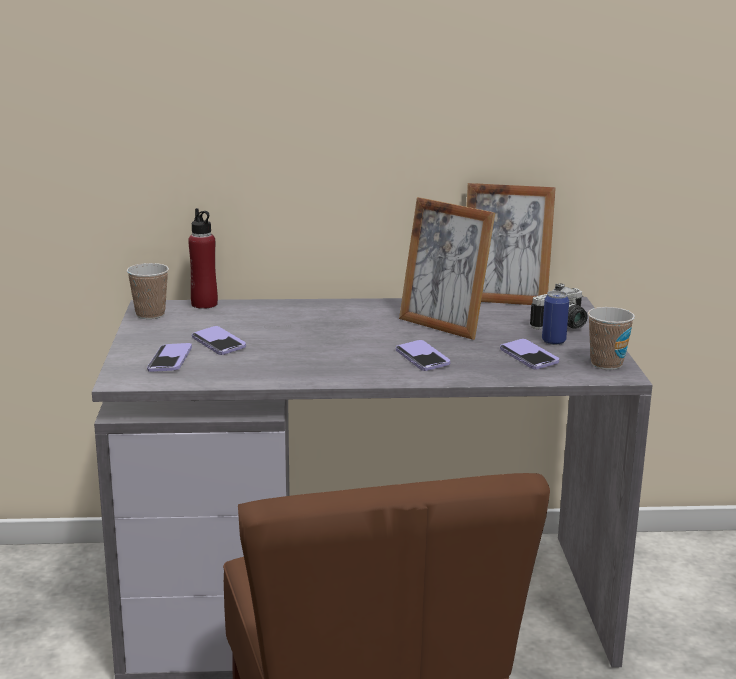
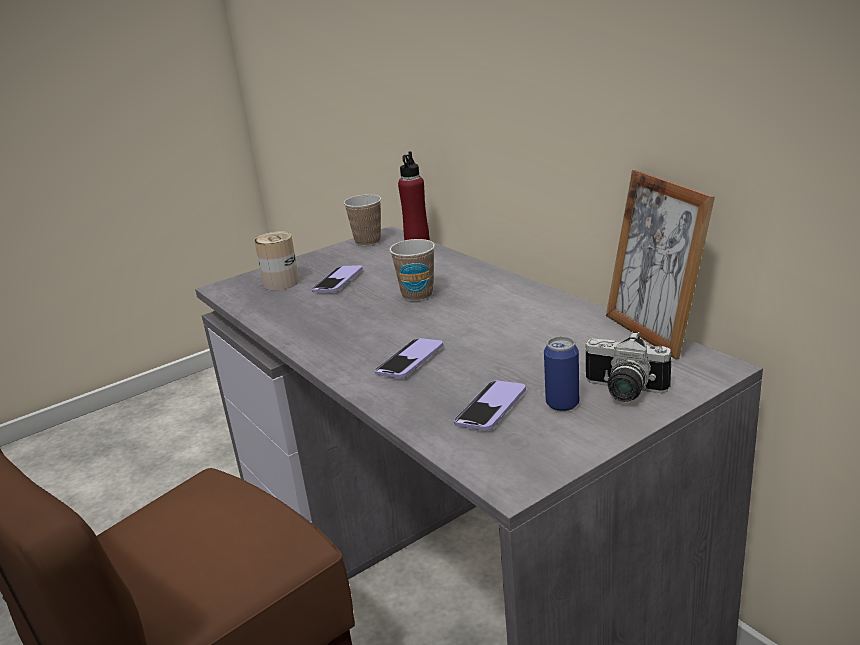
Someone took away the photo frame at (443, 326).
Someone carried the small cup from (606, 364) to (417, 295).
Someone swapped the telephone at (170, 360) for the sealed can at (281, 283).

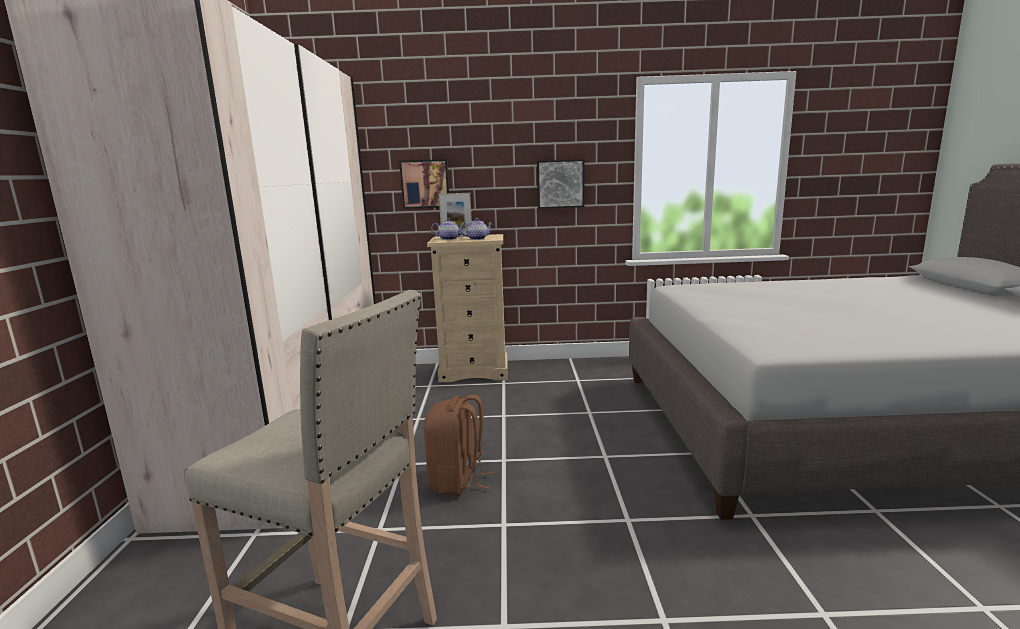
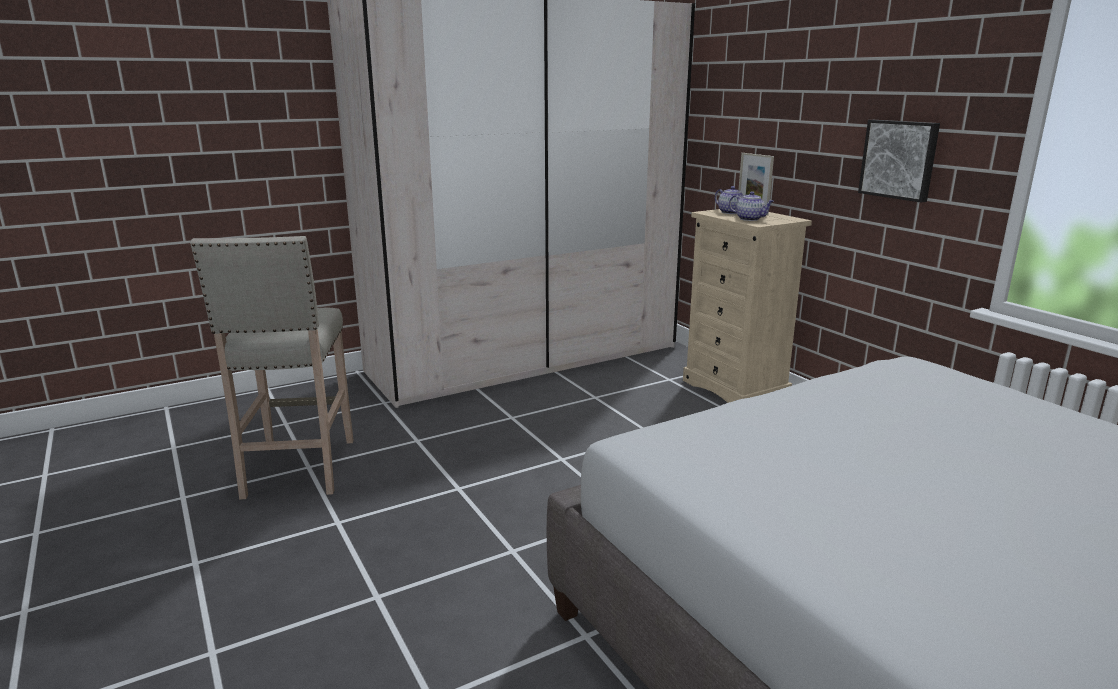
Someone took away the wall art at (425, 184).
Someone took away the brown knapsack at (458, 481).

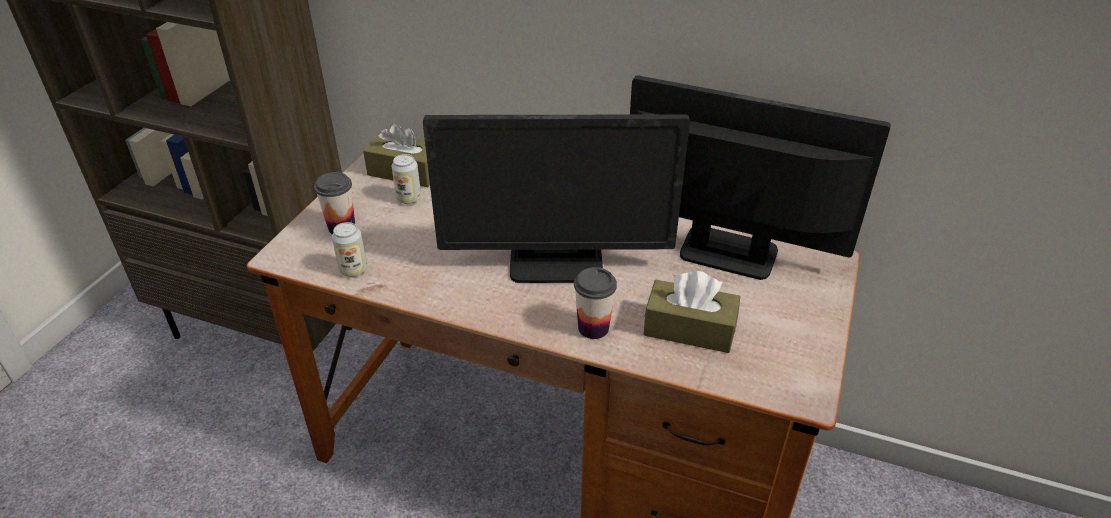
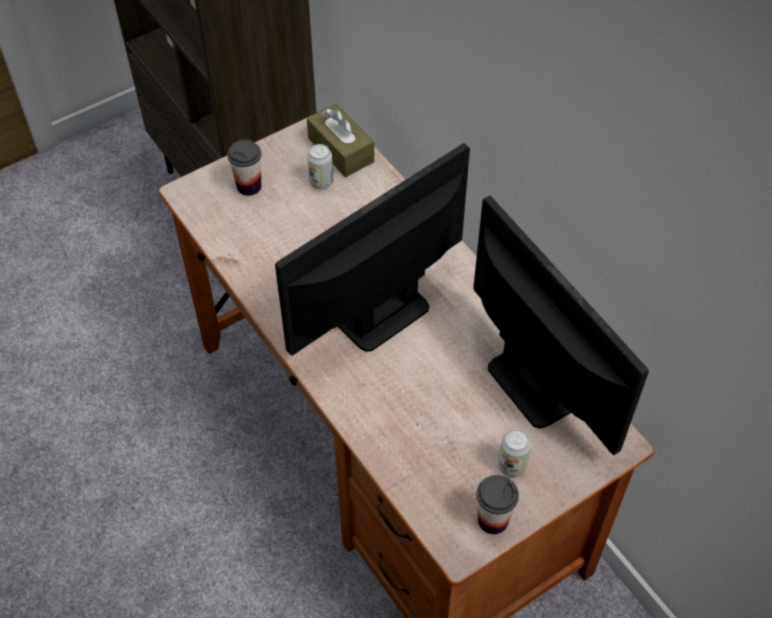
Someone rotated the monitor at (556, 263) by 105 degrees clockwise.
Someone carried the sealed can from (353, 270) to (512, 465).
Someone carried the small cup from (593, 328) to (493, 520).
Someone took away the brown tissue holder at (689, 329).

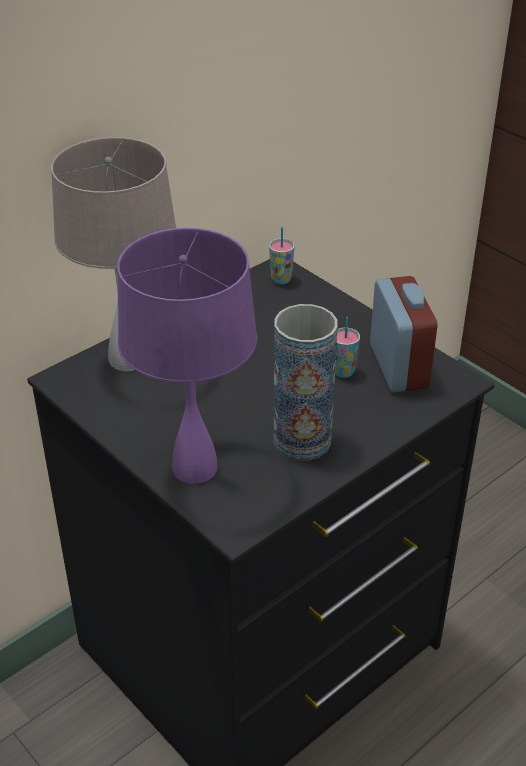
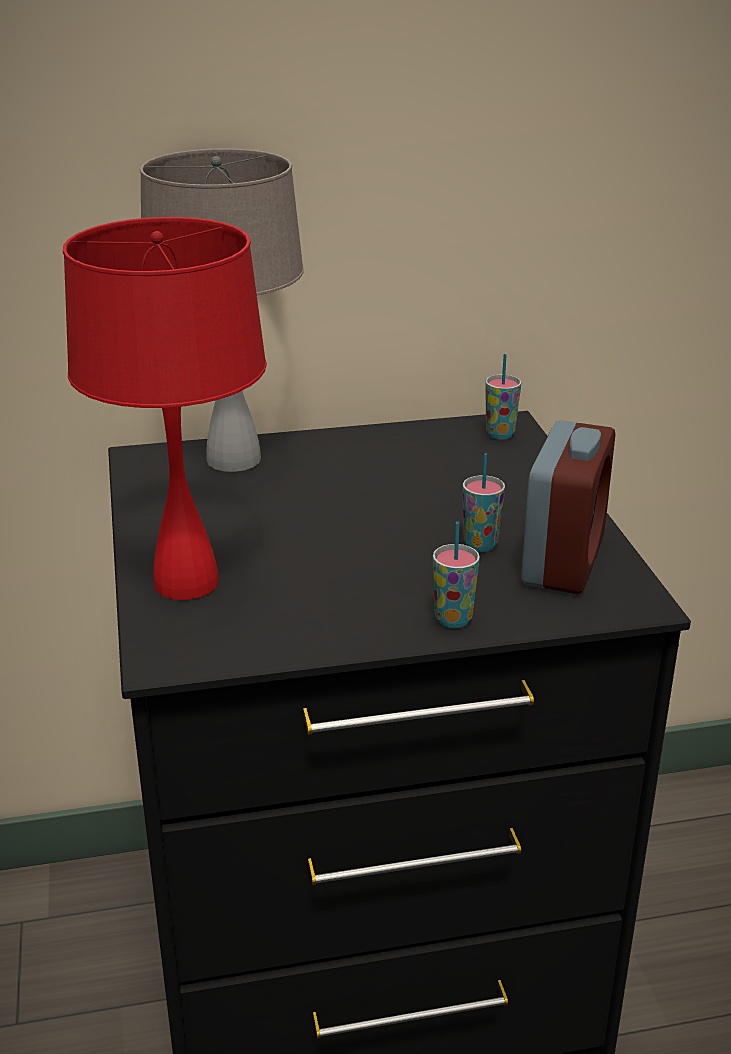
Someone repainted the purplish lamp for a table at (195, 467), which became the reddish lamp for a table at (188, 582).
Someone took away the vase at (302, 440).
Someone put down the small cup at (453, 619).

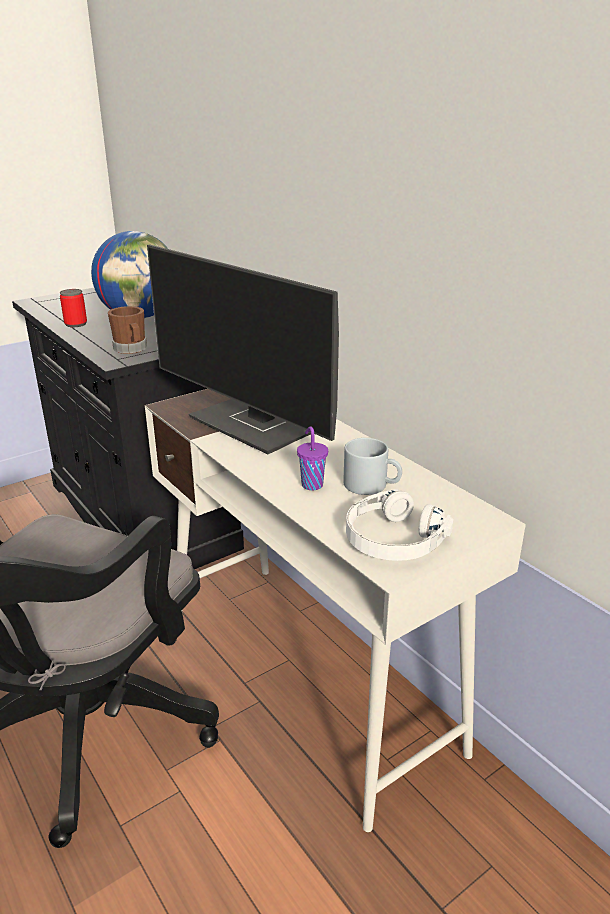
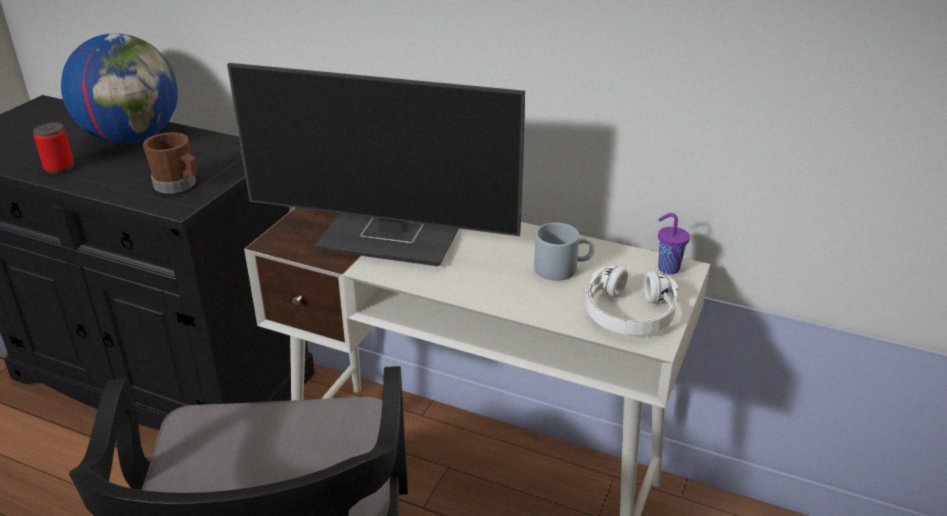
Someone carried the purplish small cup from (311, 484) to (667, 268).

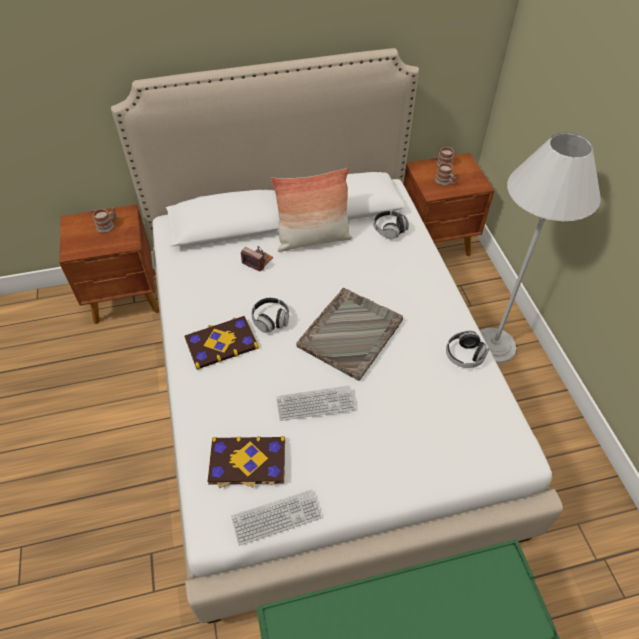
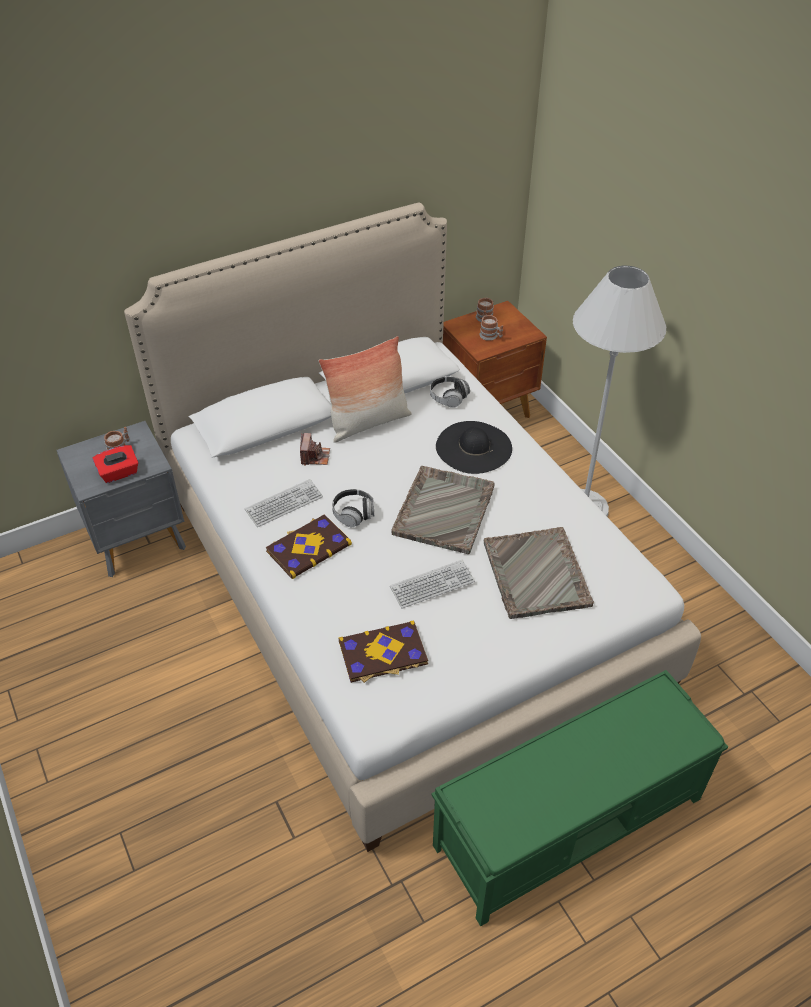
Someone repainted the brown bedside table at (127, 298), which became the grey bedside table at (139, 540).
Someone rotated the photo camera at (257, 261) by 75 degrees clockwise.
Someone took away the pair of headphones at (464, 355).
Someone carried the keyboard from (276, 517) to (284, 504).
Someone put down the black-coloured hat at (473, 447).
Someone put down the reddish tissue holder at (119, 473).
Someone put down the grey carrying tray at (536, 575).

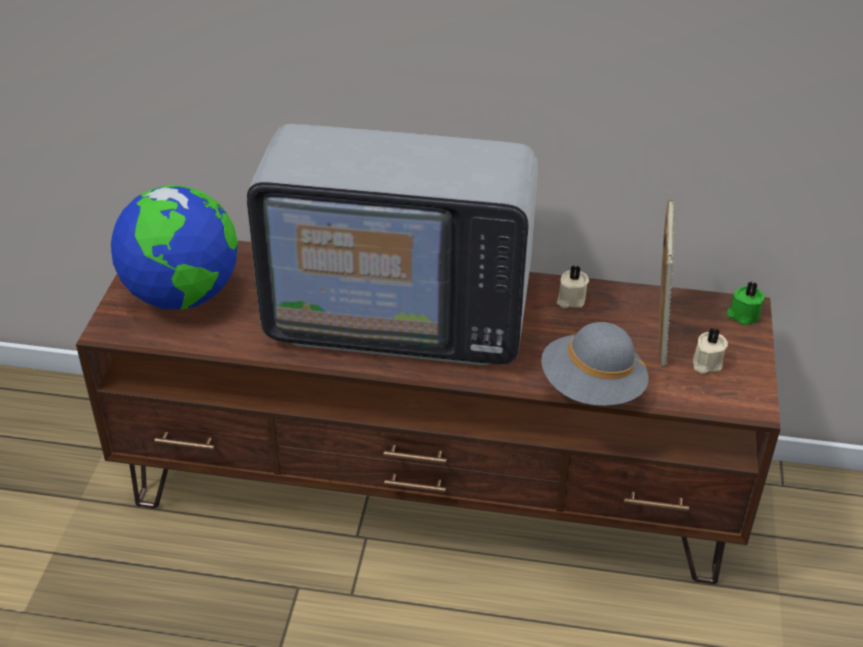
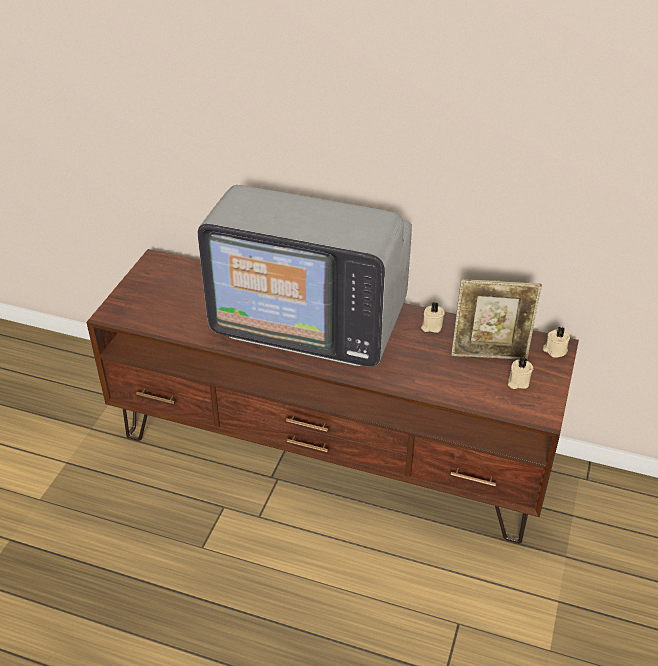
Someone took away the desk globe at (183, 296).
Someone rotated the photo frame at (658, 330) by 75 degrees clockwise.
Someone repainted the green-coloured candle at (743, 315), which became the beige candle at (554, 350).
Someone took away the grey hat at (592, 388).

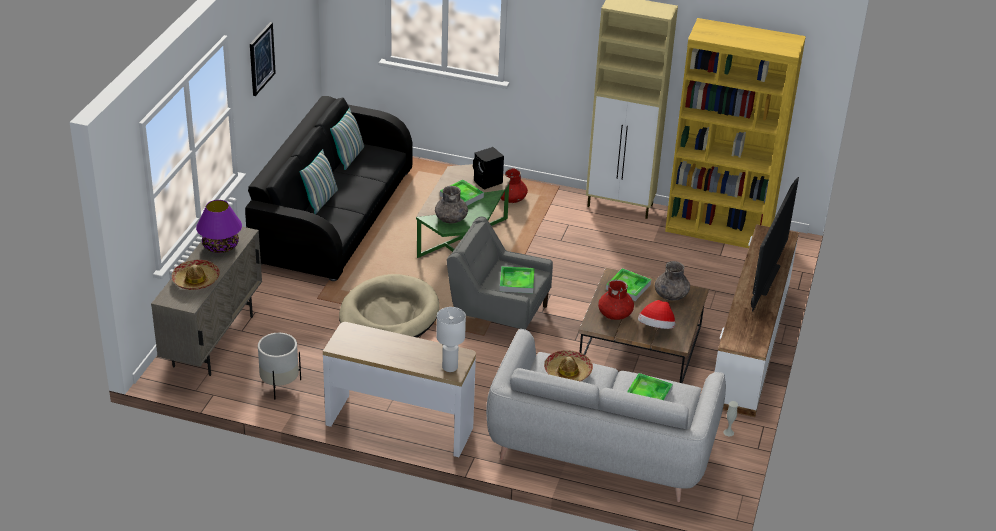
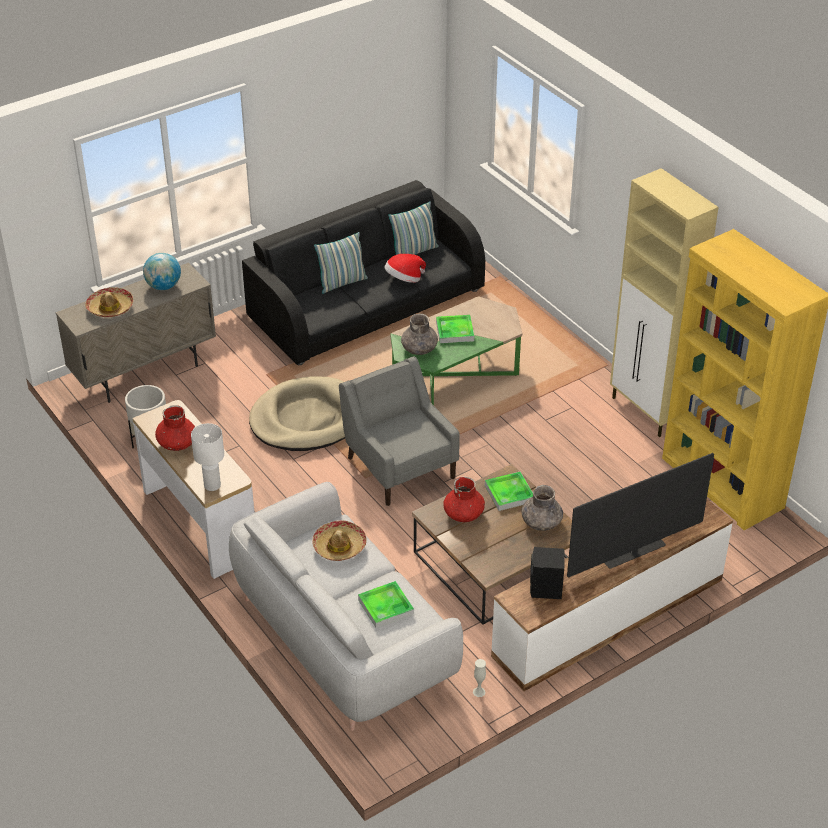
Someone took away the wall art at (261, 58).
Someone carried the black-coloured loudspeaker from (488, 182) to (546, 589).
Someone carried the reddish vase from (511, 199) to (177, 443).
Someone swapped the purplish lamp for a table at (220, 246) for the desk globe at (163, 286).
Someone took away the carrying tray at (516, 282).
Someone carried the hat from (656, 328) to (404, 279).

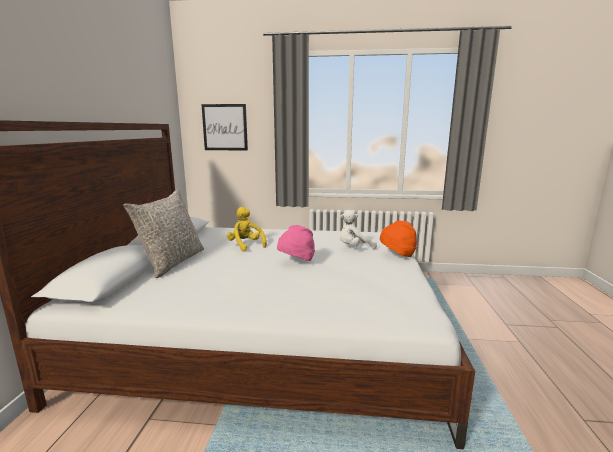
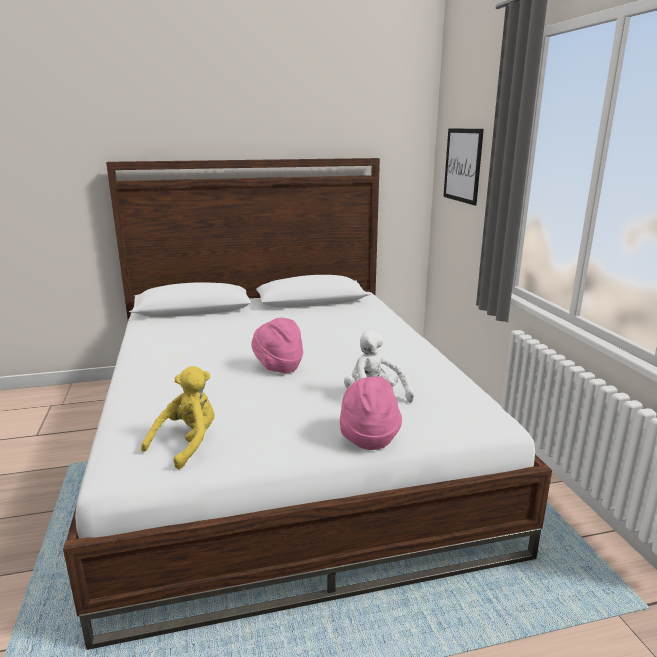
Someone took away the grey cushion at (172, 262).
Someone carried the yellow-coloured plush toy from (246, 245) to (187, 444).
Someone repainted the orange-coloured hat at (397, 254), which became the pink-coloured hat at (368, 436).

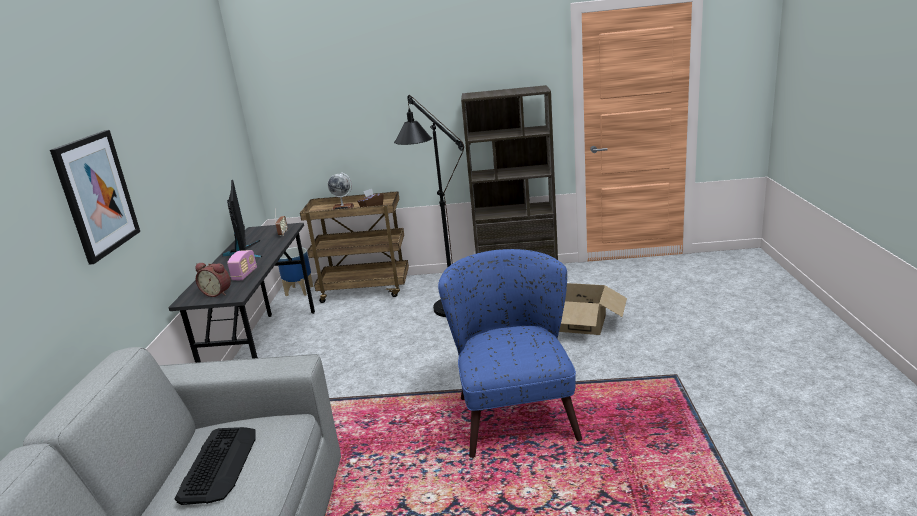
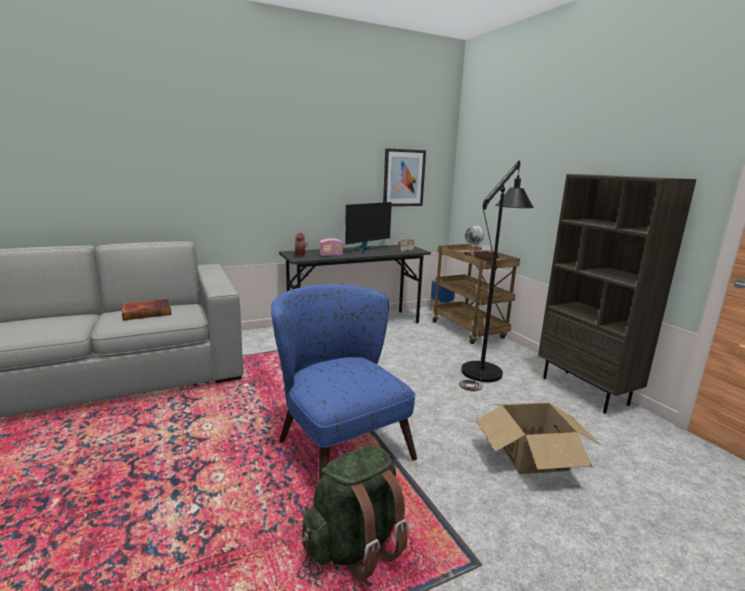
Someone carried the wall art from (96, 195) to (403, 178).
Someone rotated the blue-coloured armchair at (514, 409) by 90 degrees counterclockwise.
Someone swapped the keyboard at (219, 464) for the bound book at (147, 311).
Someone put down the green-coloured knapsack at (356, 545).

